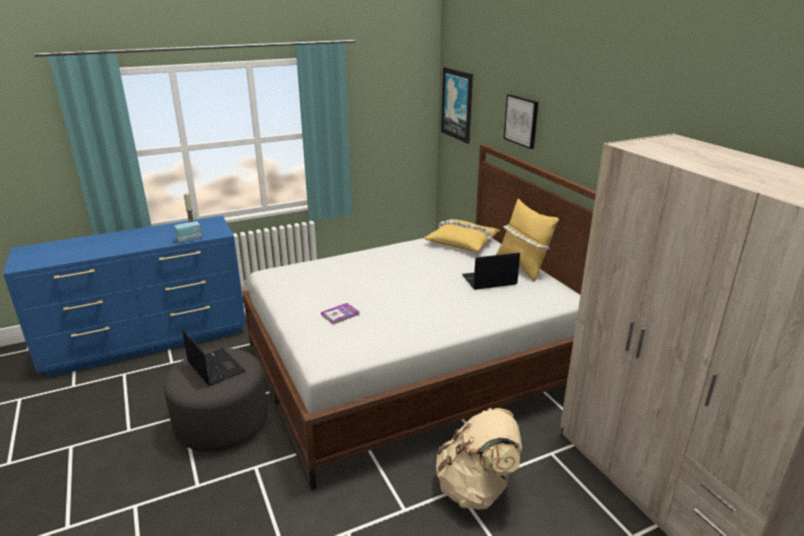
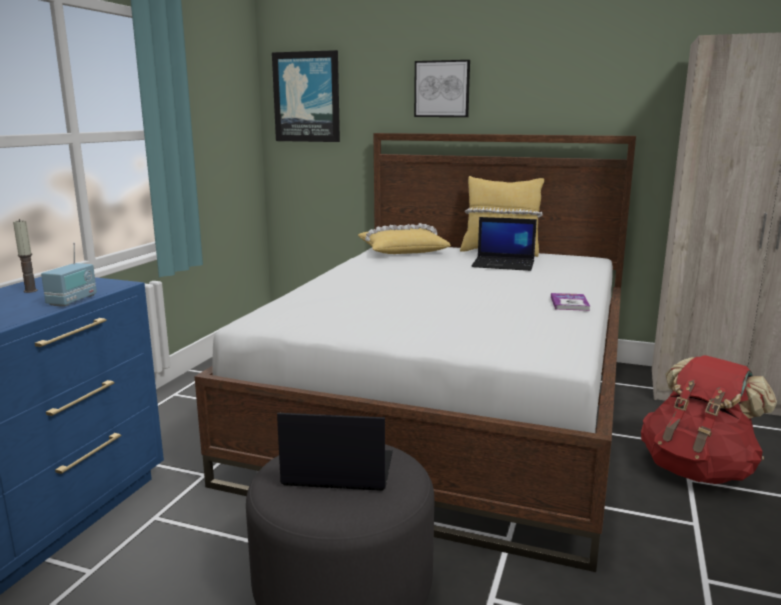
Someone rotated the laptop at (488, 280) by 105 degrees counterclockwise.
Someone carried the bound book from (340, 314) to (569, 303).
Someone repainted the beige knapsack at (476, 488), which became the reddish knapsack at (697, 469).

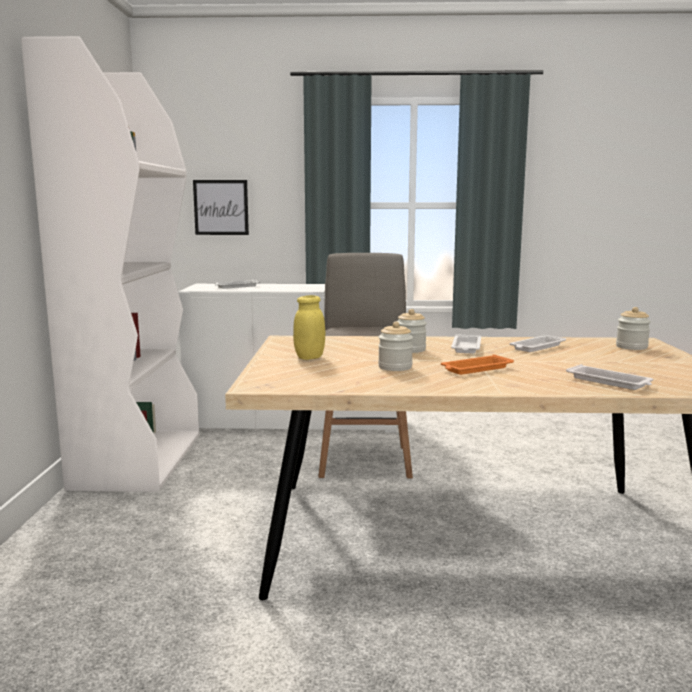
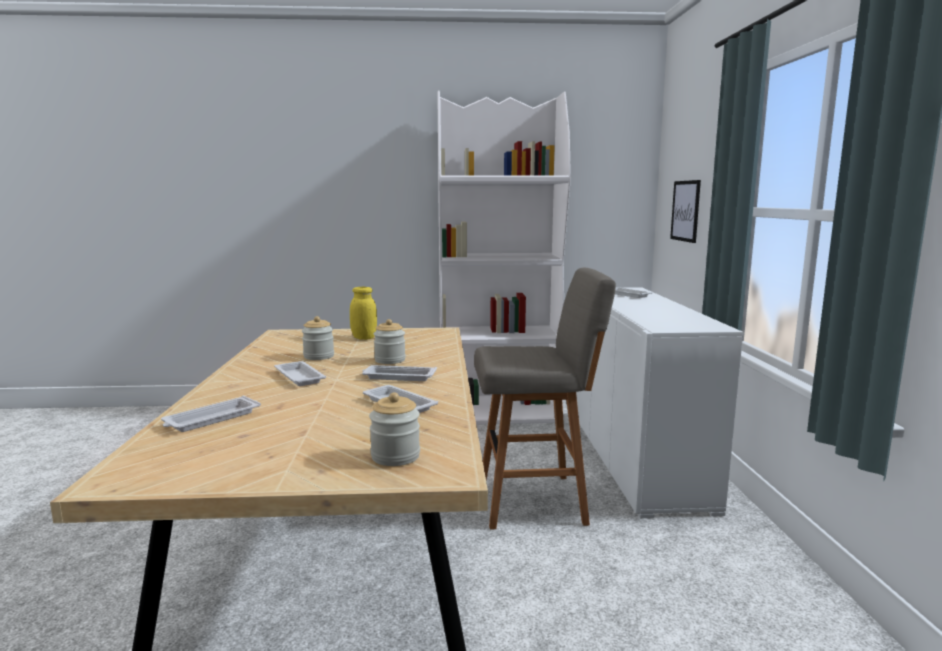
Someone repainted the orange-coloured carrying tray at (475, 369), which became the white carrying tray at (299, 377).

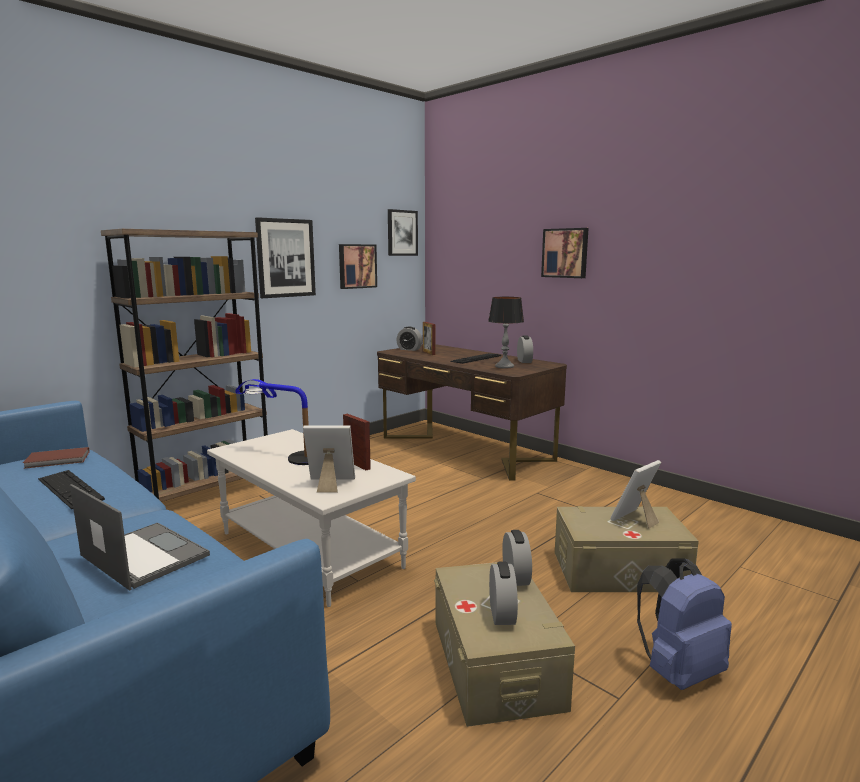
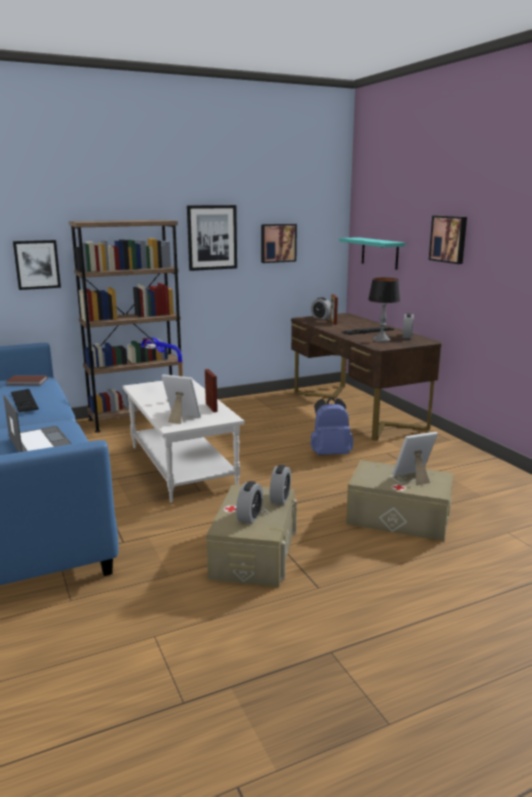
Someone carried the wall art from (402, 233) to (37, 264).
Someone carried the blue-coloured knapsack from (678, 671) to (330, 453).
Someone put up the turquoise wall shelf at (379, 253).

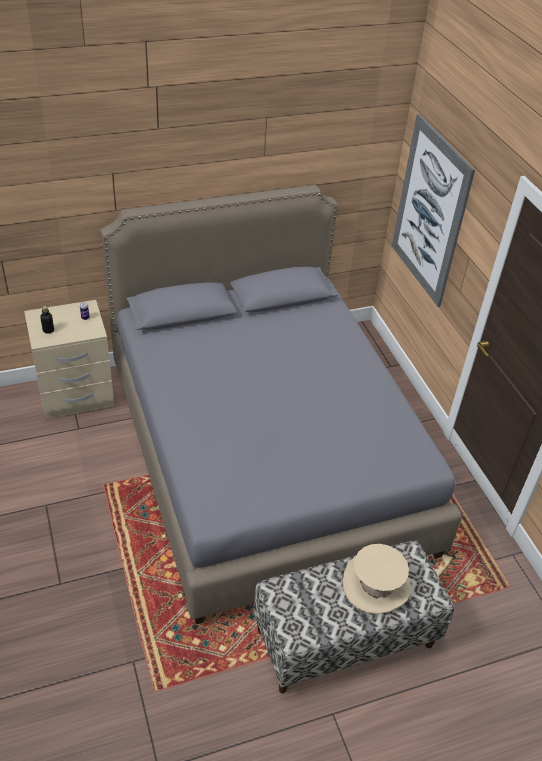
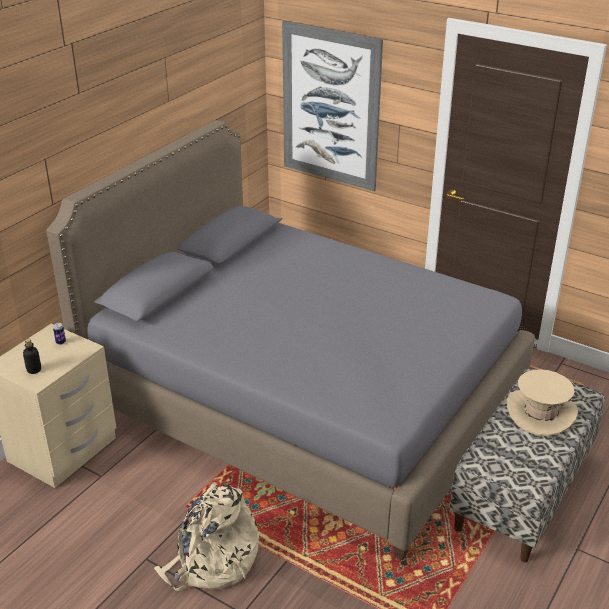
Someone put down the beige knapsack at (212, 561).

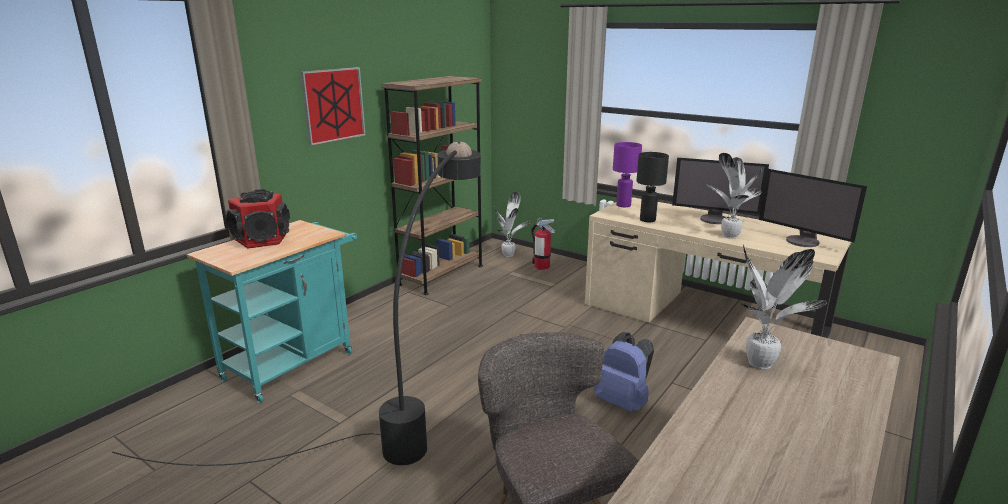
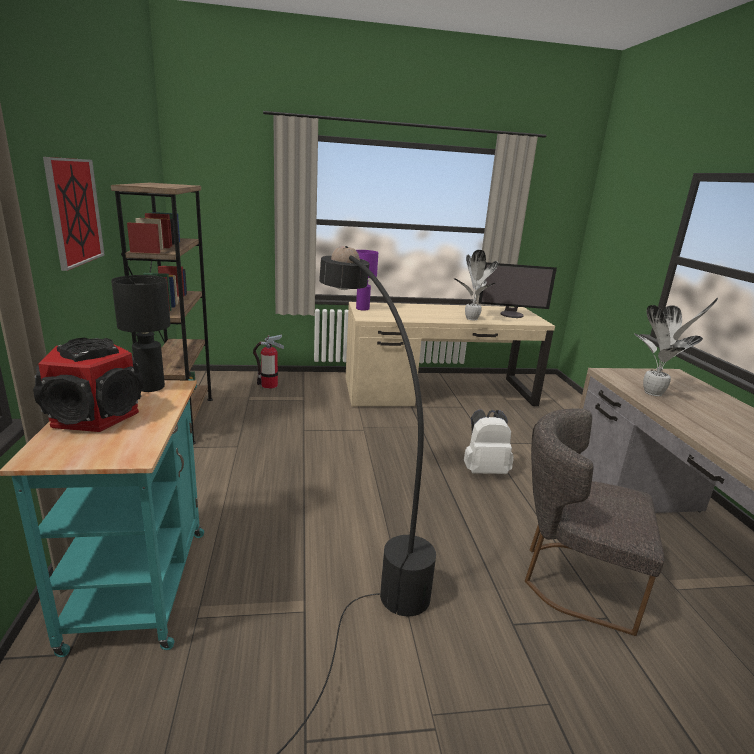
Someone carried the black-coloured lamp for a table from (647, 220) to (151, 387).
Someone took away the monitor at (714, 219).
Someone took away the houseplant at (509, 254).
Someone repainted the blue-coloured knapsack at (623, 402), which became the white knapsack at (484, 470).

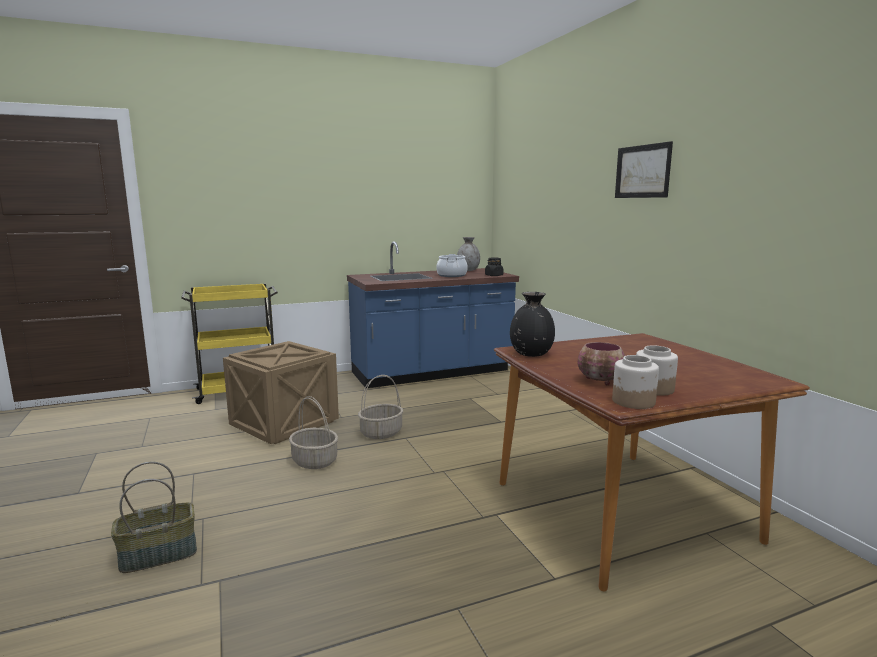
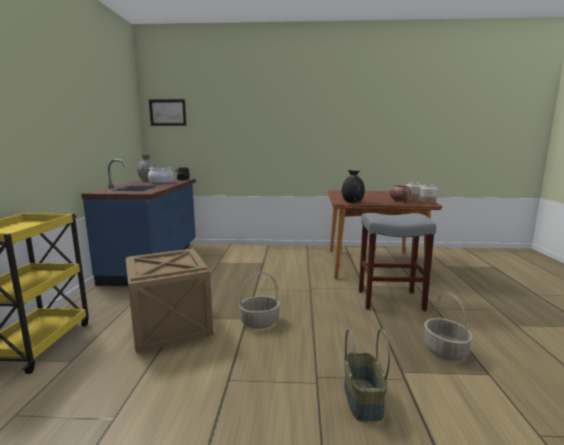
Someone carried the wall art from (642, 171) to (167, 112).
Someone carried the basket from (381, 433) to (446, 351).
Someone put down the grey stool seat at (389, 300).

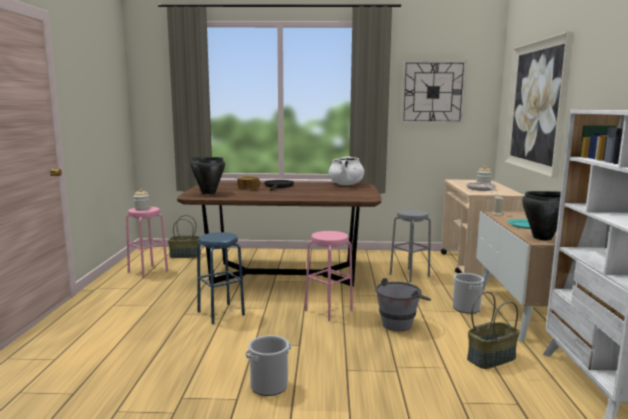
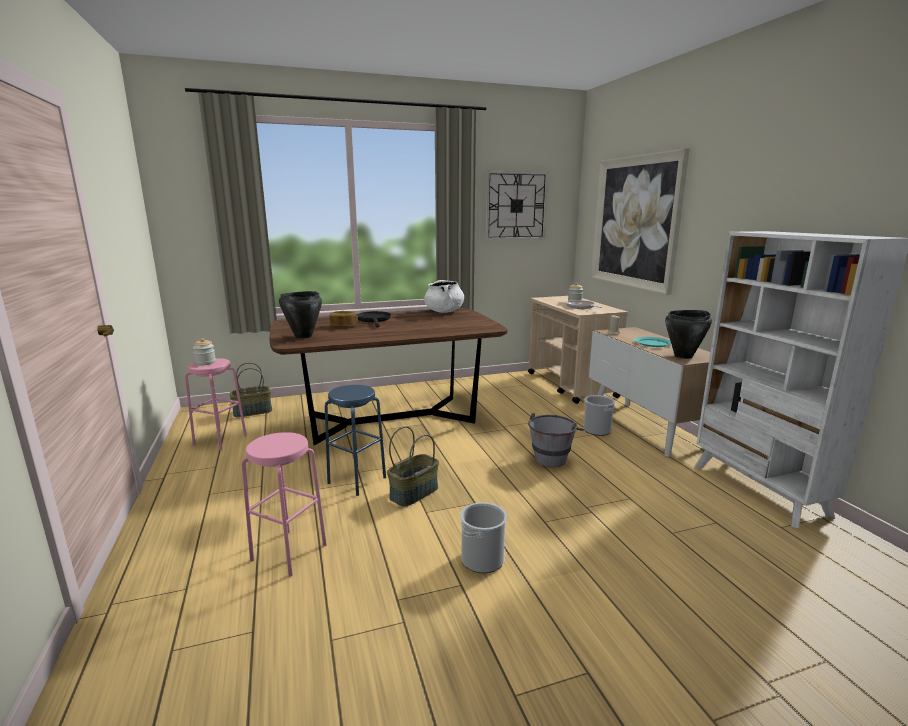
Someone took away the grey stool seat at (409, 275).
Someone carried the pink-coloured stool seat from (328, 310) to (289, 552).
Someone carried the basket from (491, 358) to (414, 492).

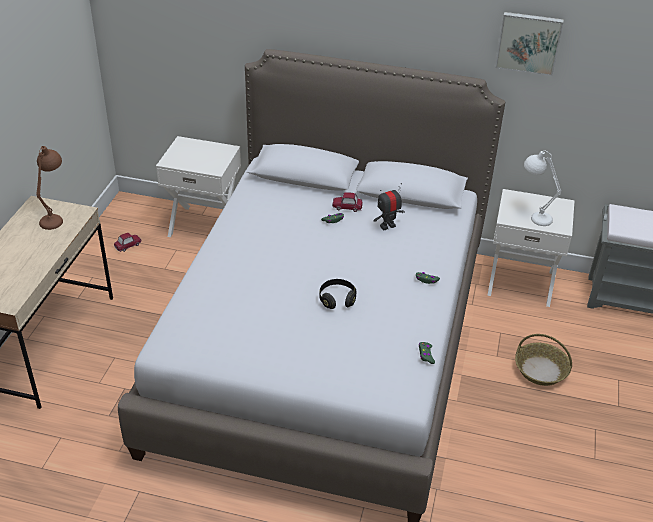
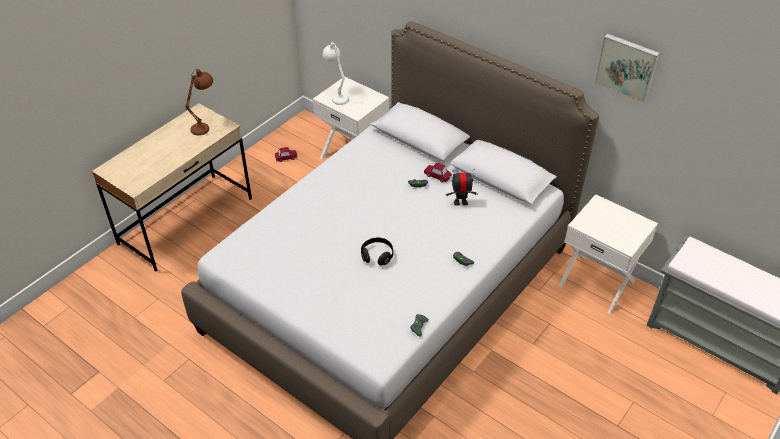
Someone carried the white lamp for a table from (533, 216) to (337, 95).
Someone took away the basket at (541, 370).

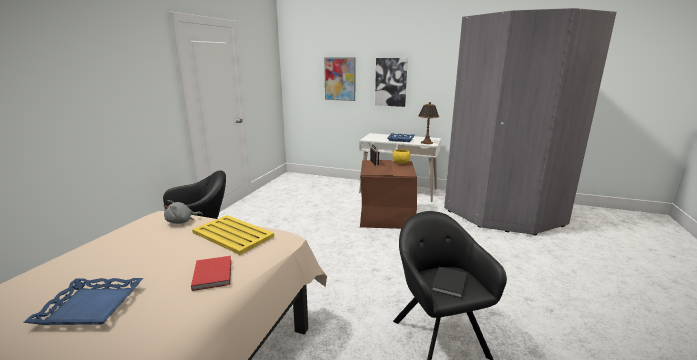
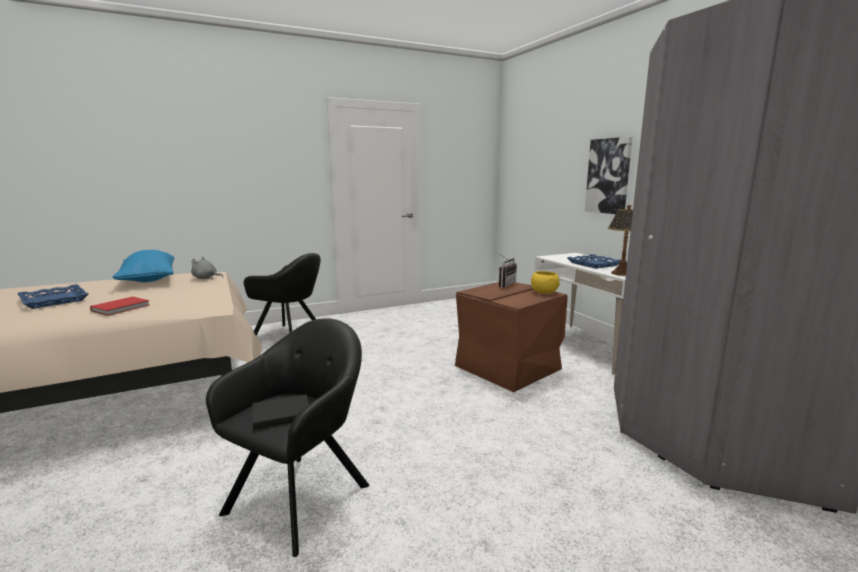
Someone took away the wall art at (340, 79).
Someone took away the yellow-coloured carrying tray at (233, 235).
Someone put down the blue-coloured cushion at (148, 279).

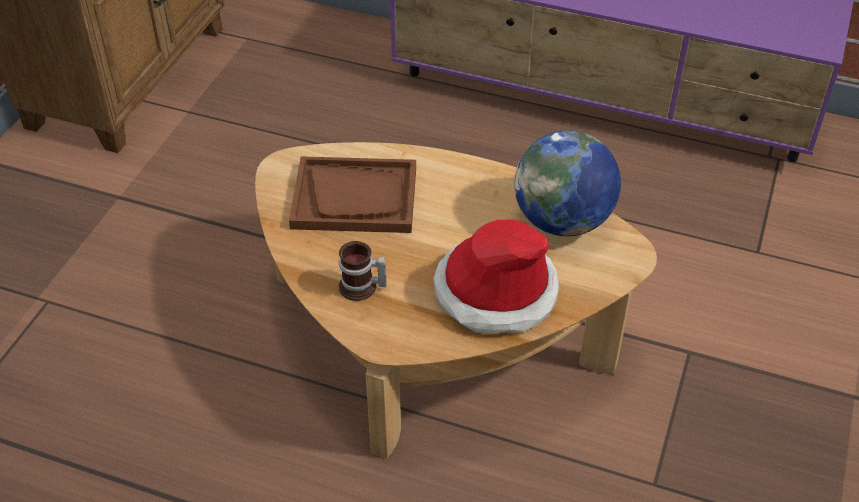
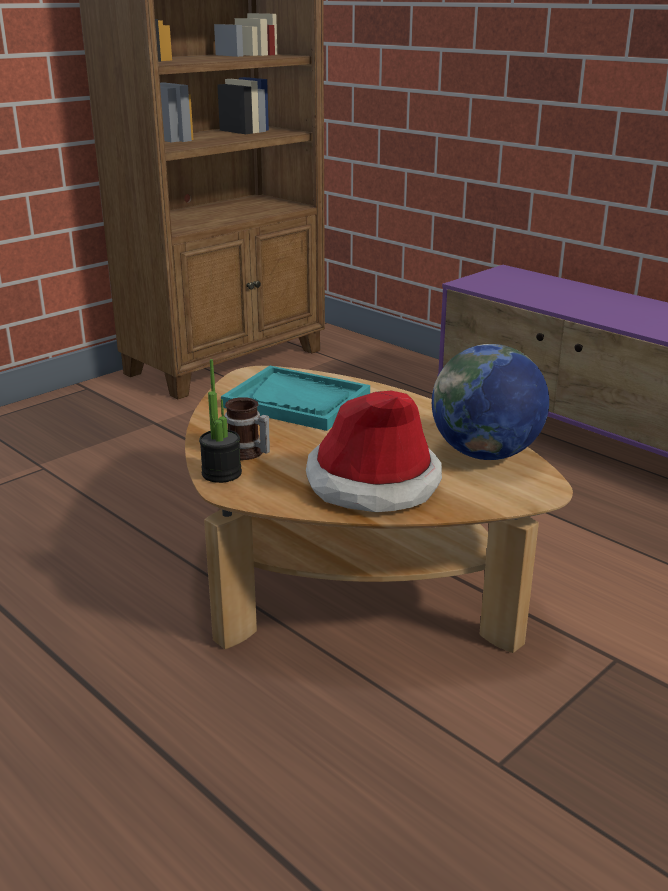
Someone repainted the brown carrying tray at (355, 197), which became the turquoise carrying tray at (297, 401).
Someone put down the houseplant at (221, 473).

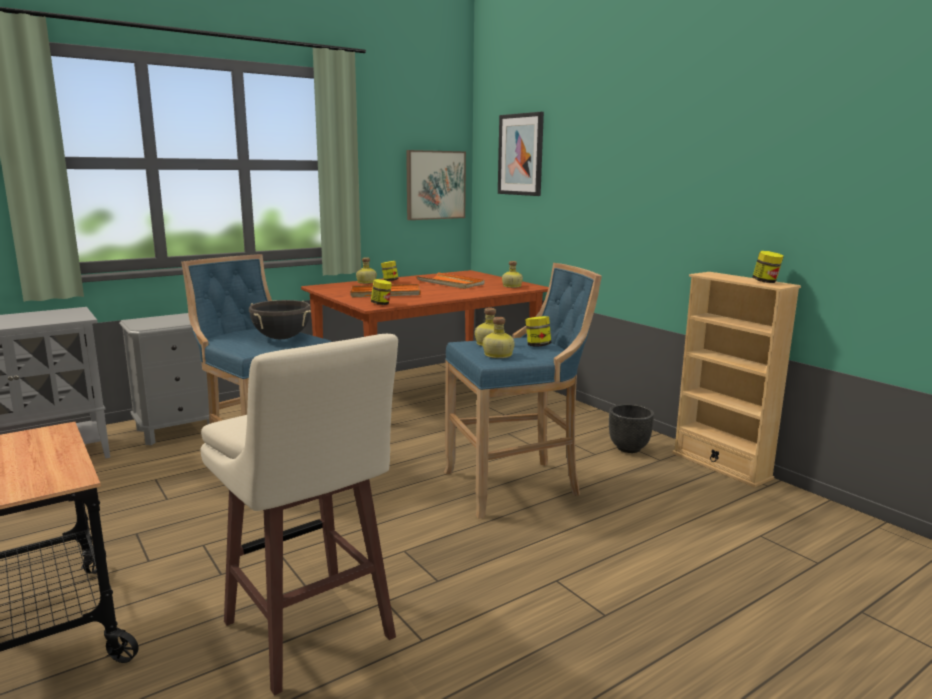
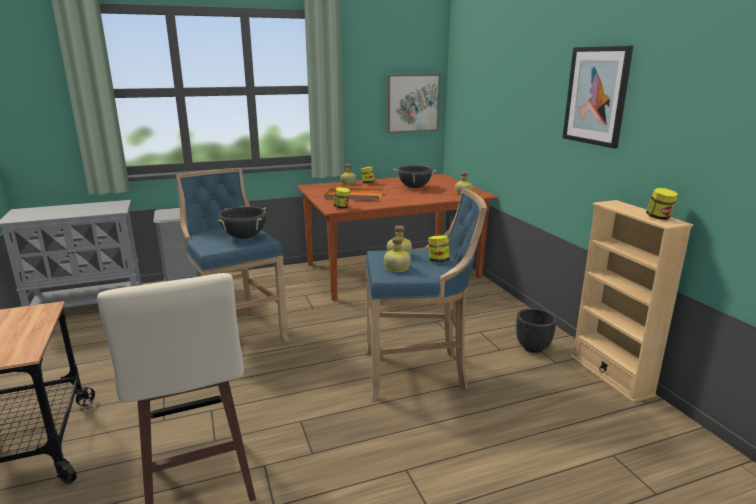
Someone carried the wall art from (521, 154) to (596, 96).
Someone swapped the orange-coloured carrying tray at (450, 283) for the black-coloured saucepot at (414, 187).

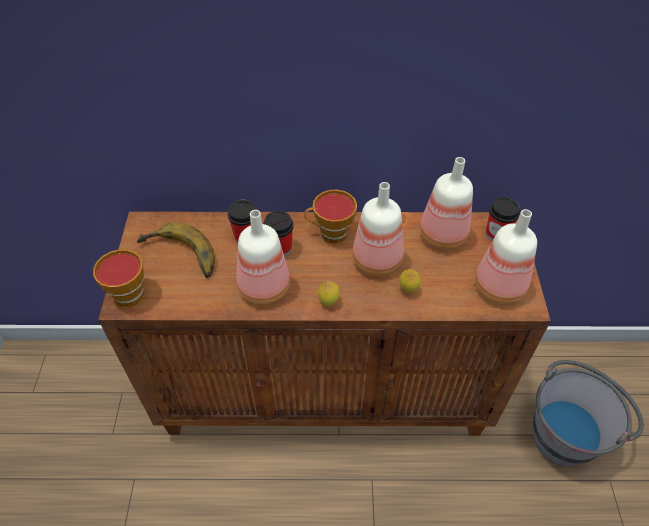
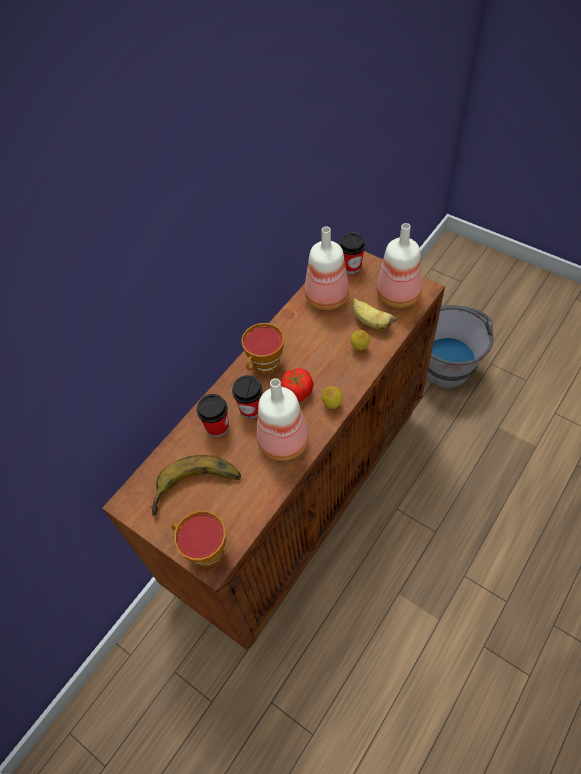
Someone took away the beverage bottle at (378, 260).
Someone put down the banana at (371, 322).
Someone put down the tomato at (296, 392).

